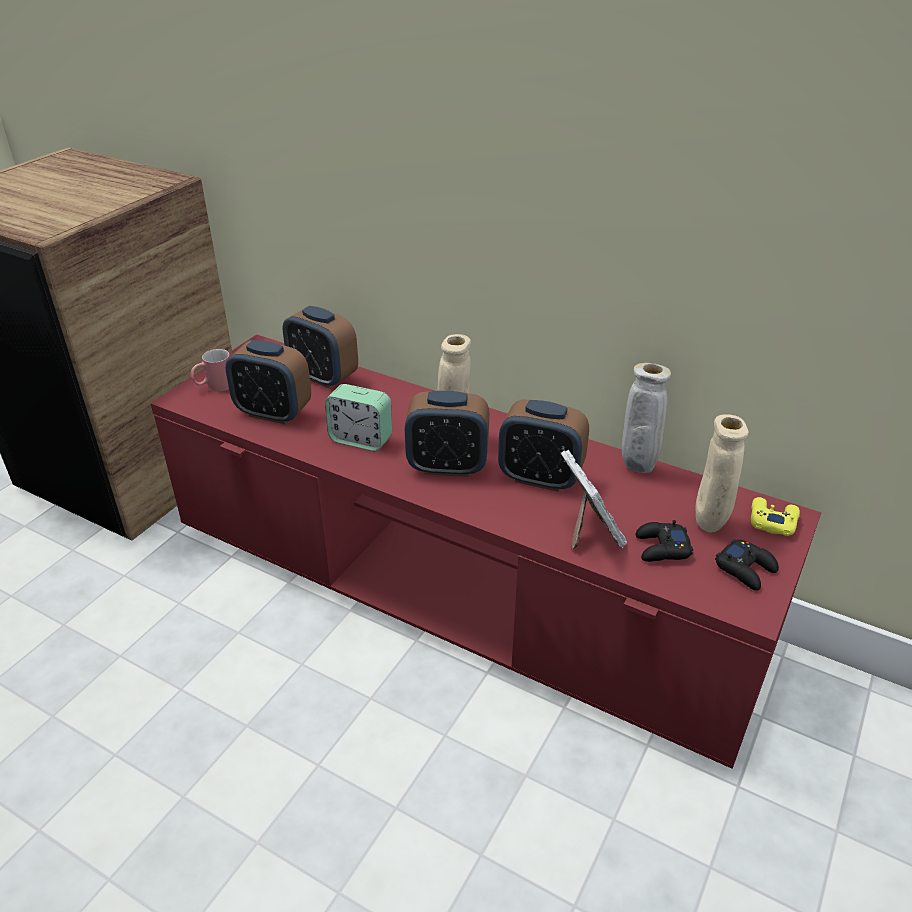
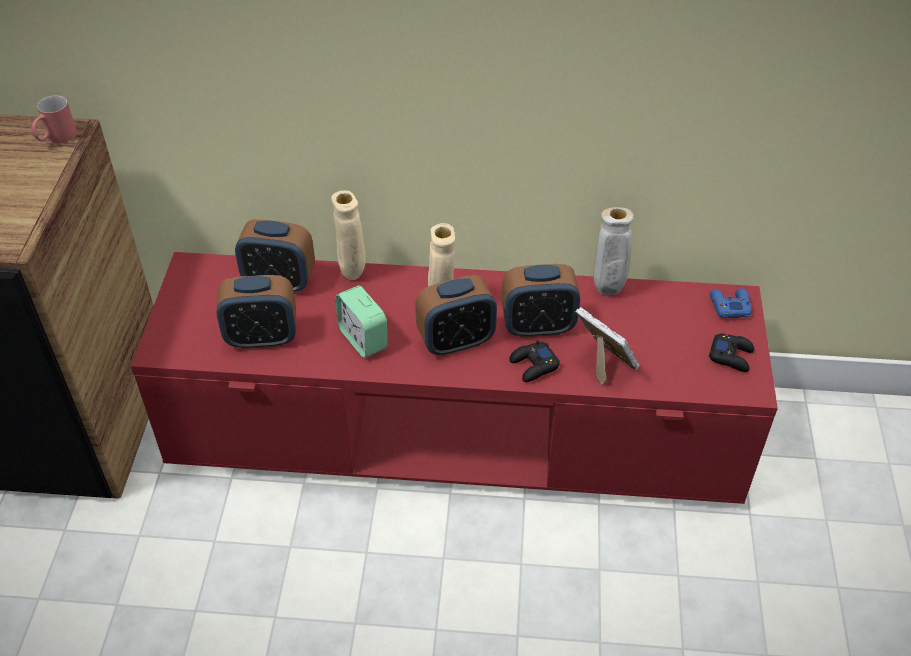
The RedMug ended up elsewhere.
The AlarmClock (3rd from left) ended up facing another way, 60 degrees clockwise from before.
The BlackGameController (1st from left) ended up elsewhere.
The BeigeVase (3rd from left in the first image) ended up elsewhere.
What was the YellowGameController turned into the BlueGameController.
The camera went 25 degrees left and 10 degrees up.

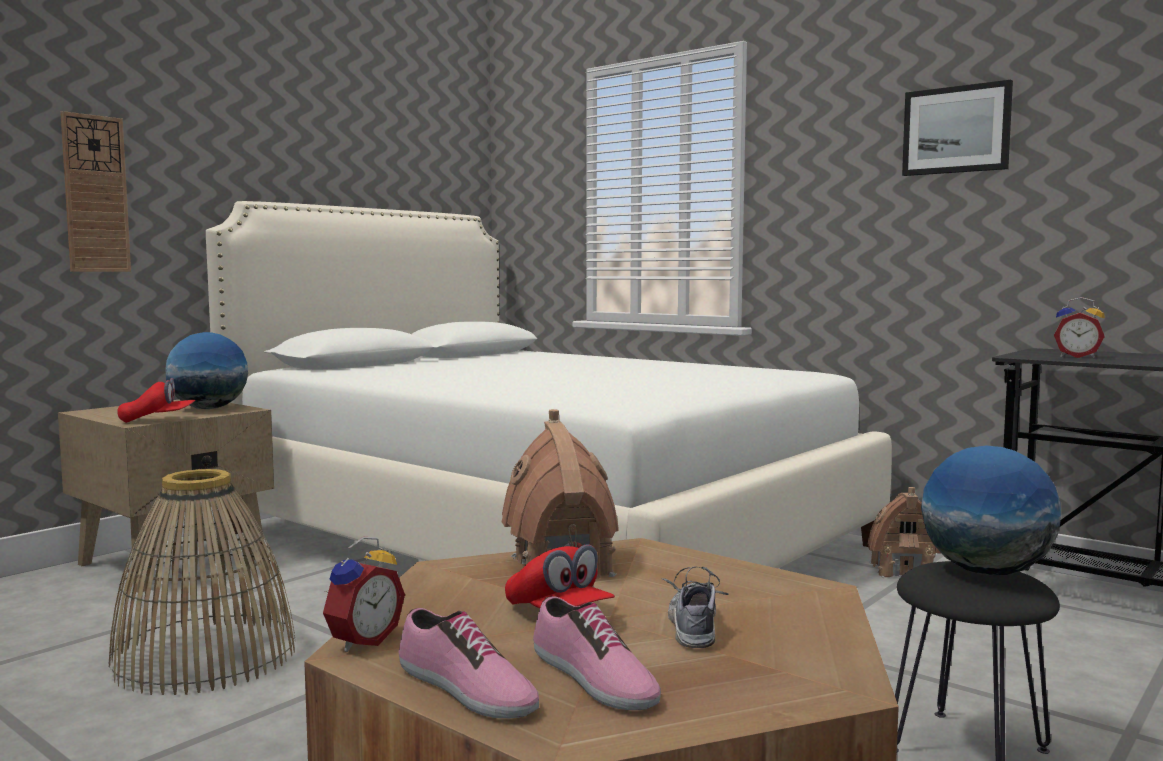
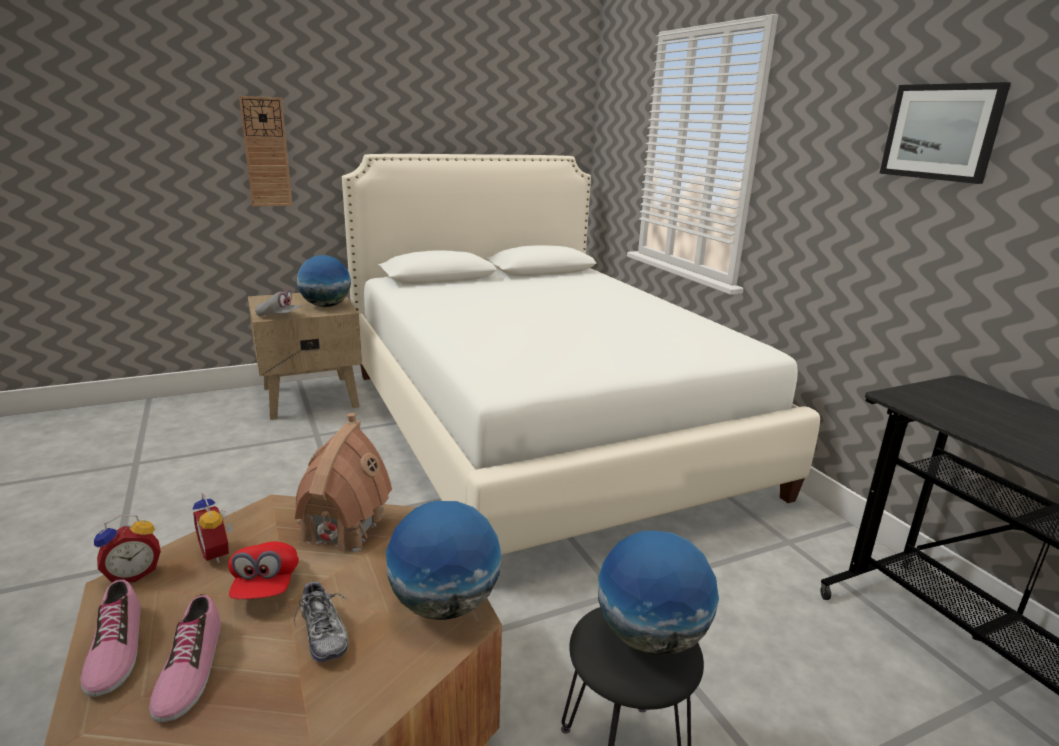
The second view lost the Basket.
What was the RedCap (1st from left) turned into the GreyCap.
The Shoe (3rd from left) ended up facing another way, 120 degrees clockwise from before.
The second view lost the ToyHouse (2nd from left).
The AlarmClock (2nd from left) ended up elsewhere.
The second view gained the Globe (2nd from left).
The camera went 25 degrees right and 15 degrees up.

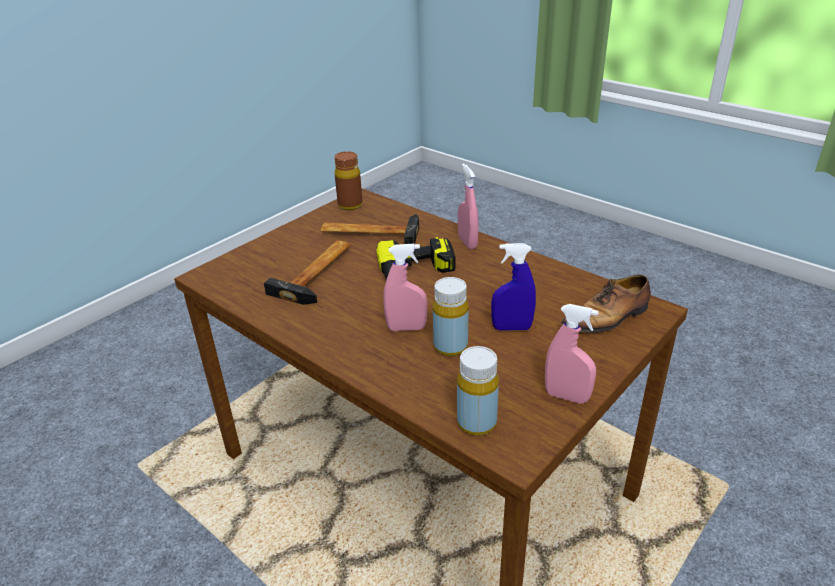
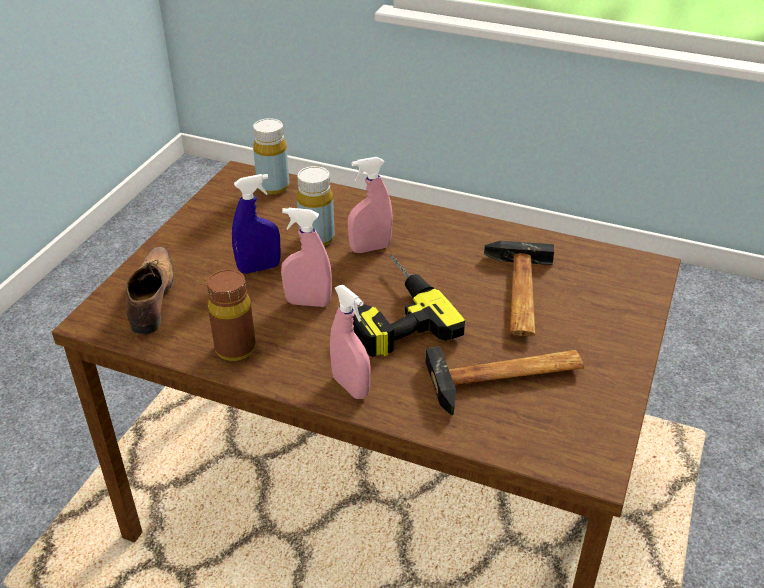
The BrownBottle ended up elsewhere.
The PinkSprayBottle (3rd from left in the first image) ended up elsewhere.
The Shoe ended up facing another way, 45 degrees counterclockwise from before.
The camera went 160 degrees right and 5 degrees up.

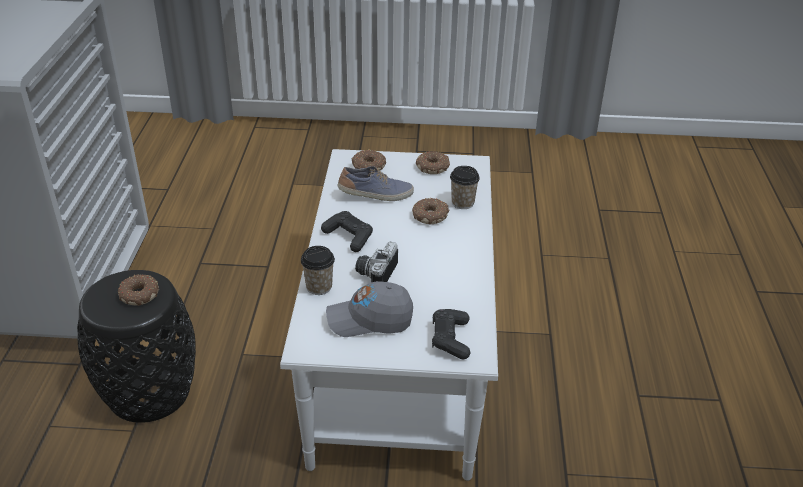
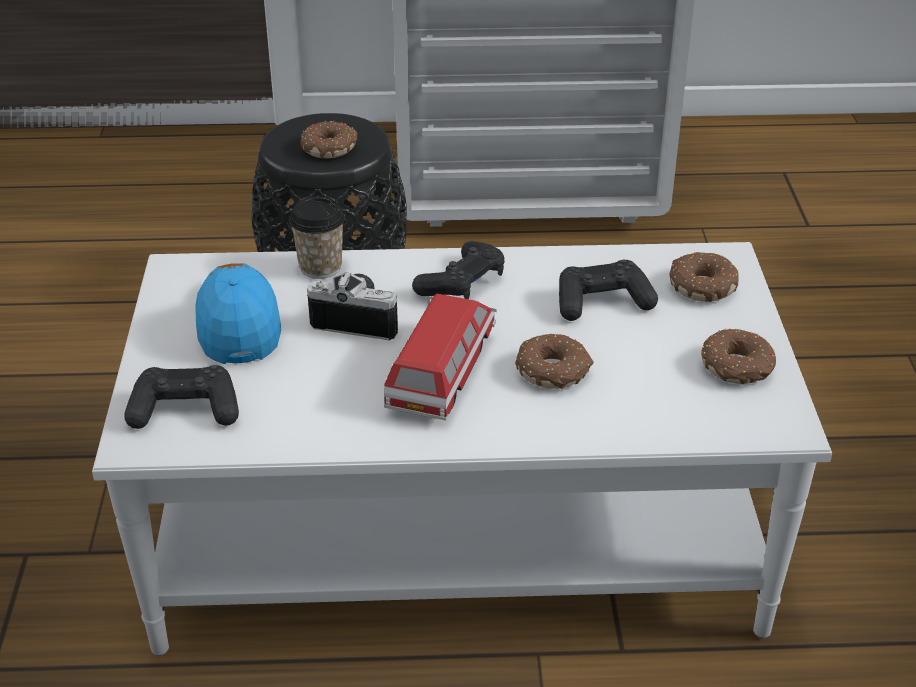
What was the GreyCap turned into the BlueCap.
Where the Shoe stood, the BlackGameController (3rd from left) came to stand.
The second view lost the Cup (2nd from left).
The second view gained the ToyCar.
The camera went 85 degrees right and 0 degrees up.

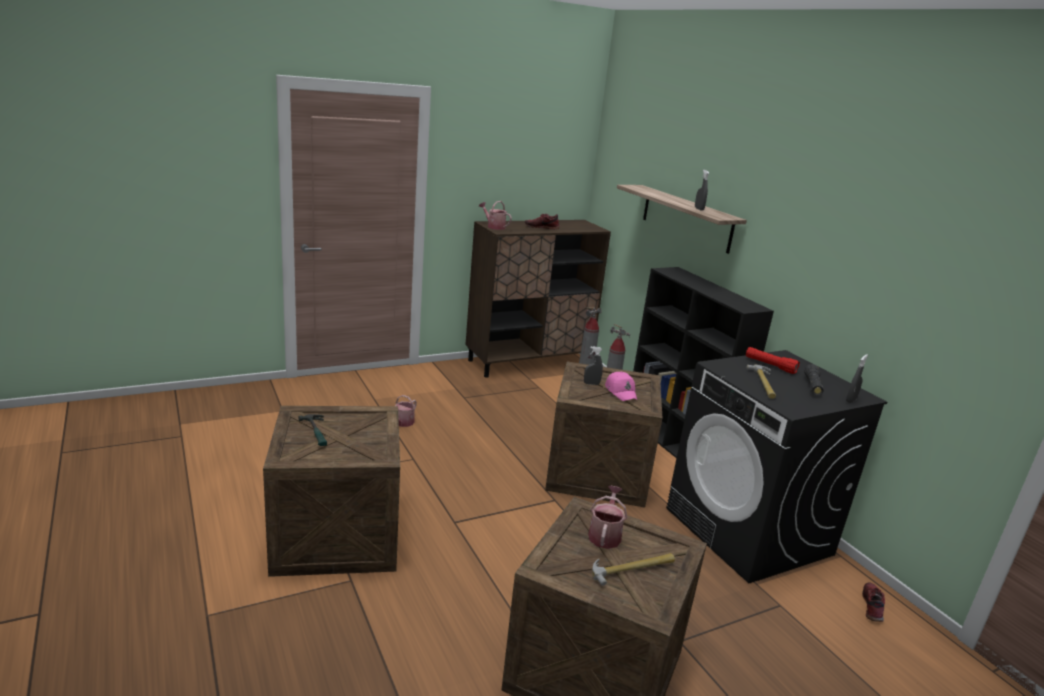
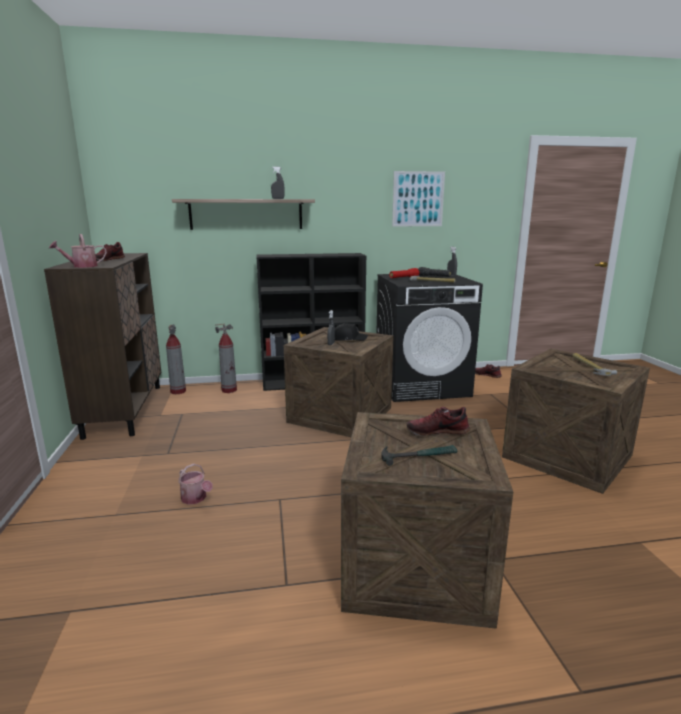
The second view lost the WateringCan (3rd from left).
What was the PinkCap turned into the BlackCap.
The second view gained the Picture.
The second view gained the Shoe (2nd from left).
The camera went 70 degrees left and 5 degrees down.

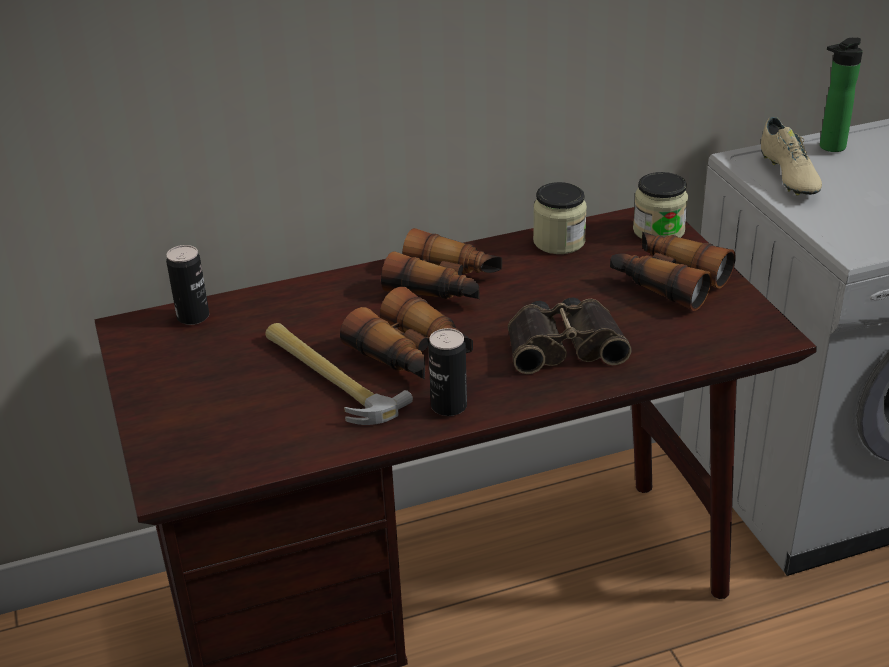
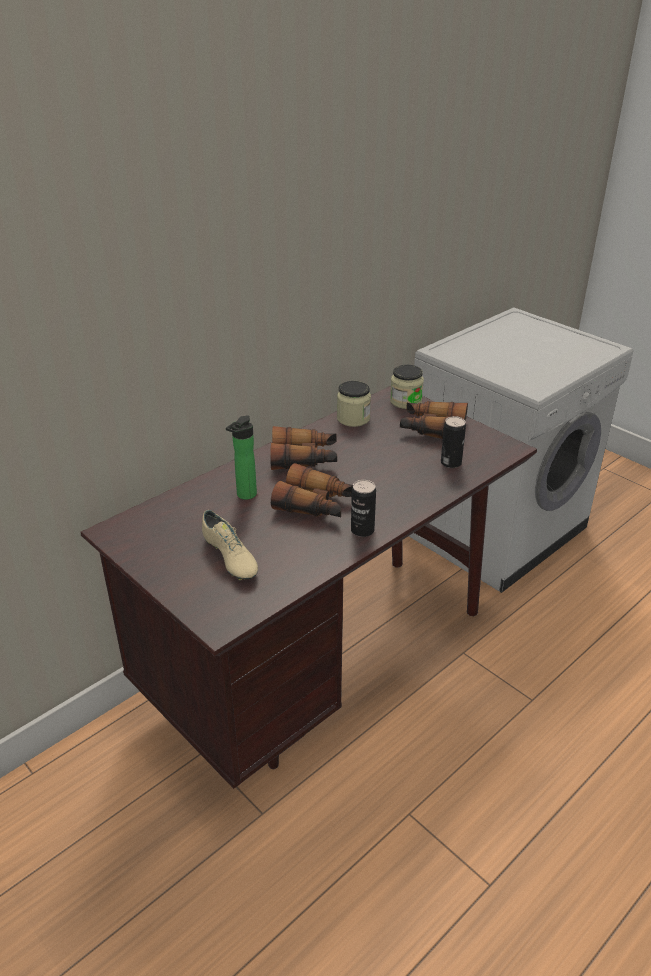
The Can (1st from left in the first image) ended up elsewhere.
The second view lost the Hammer.
The second view lost the Binoculars (3rd from left).
The BeigeShoe ended up elsewhere.
The Bottle ended up elsewhere.
The camera went 25 degrees left and 0 degrees up.

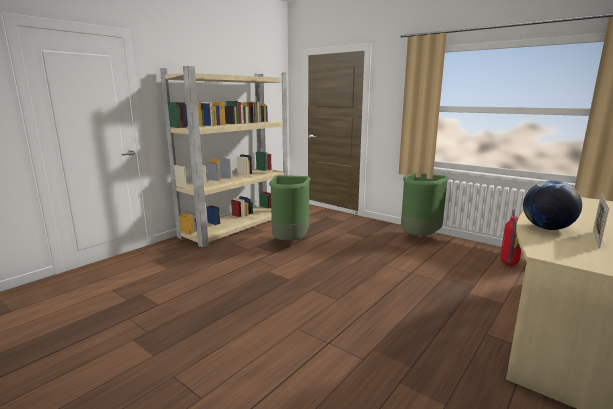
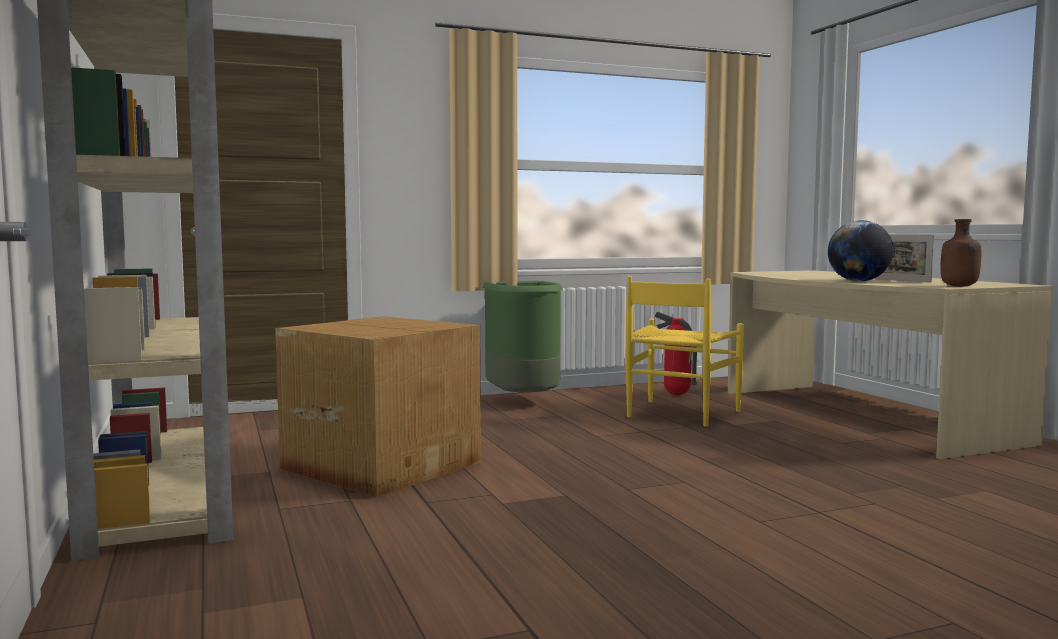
Where the GreenTrashCan (1st from left) stood, the CardboardBox came to stand.
The second view gained the YellowChair.
The second view gained the BrownBottle.
The camera went 60 degrees left and 10 degrees down.

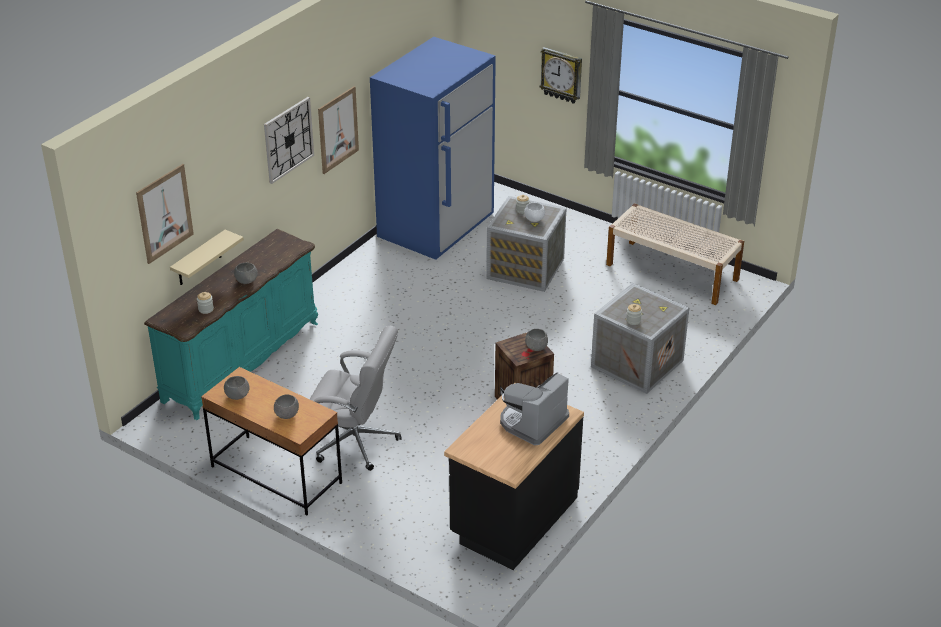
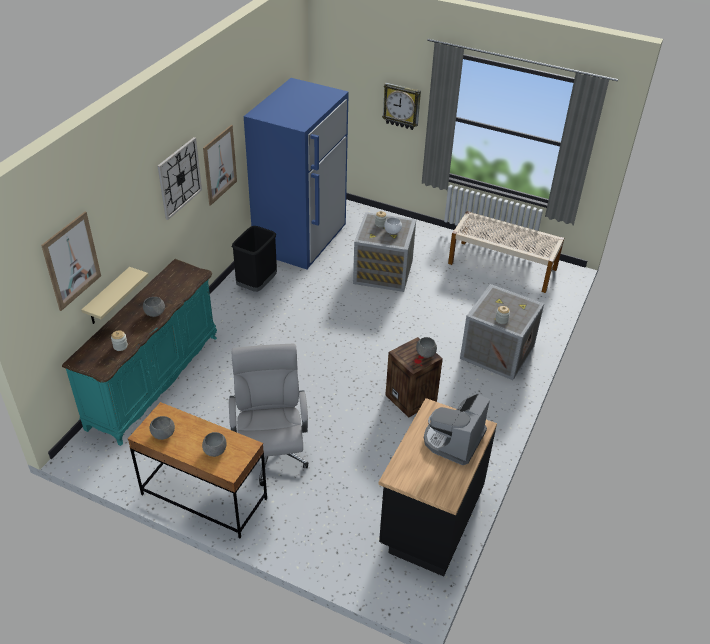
The GreyOfficeChair ended up facing another way, 105 degrees counterclockwise from before.
The second view gained the BlackTrashCan.
The camera went 10 degrees left and 5 degrees up.

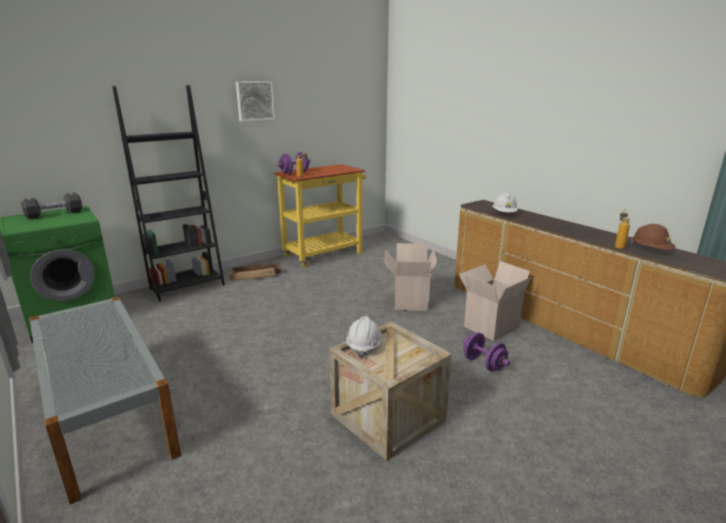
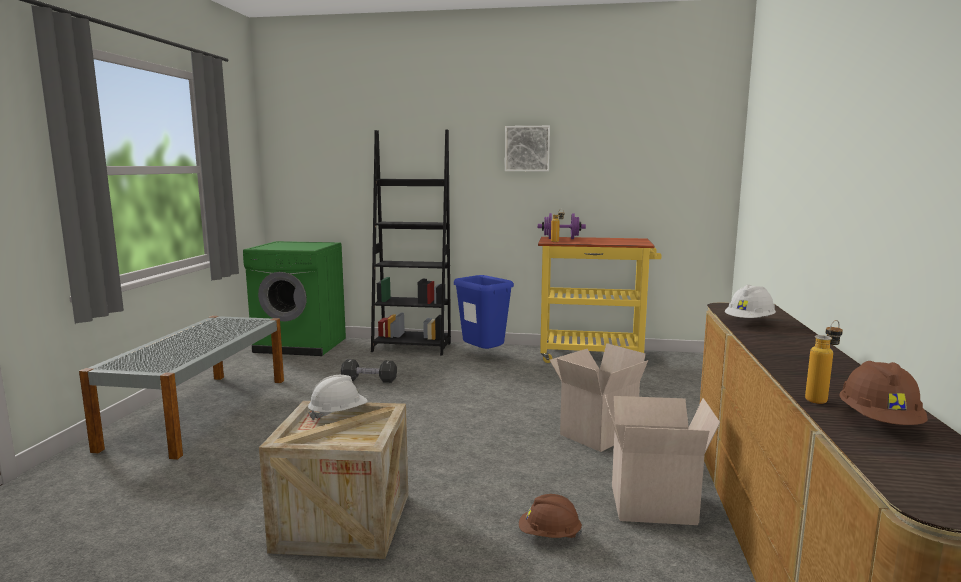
The BlackDumbbell ended up elsewhere.
Where the Crate (1st from left) stood, the BlueTrashCan came to stand.
Where the PurpleDumbbell (2nd from left) stood, the BrownHardHat (1st from left) came to stand.
The camera went 45 degrees right and 10 degrees down.

